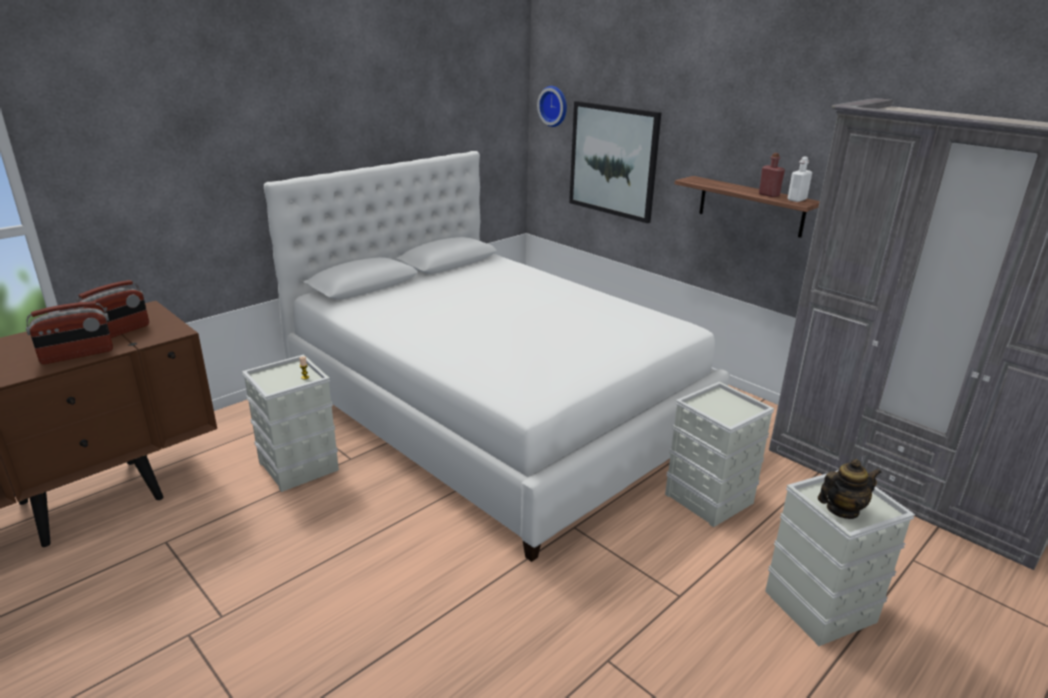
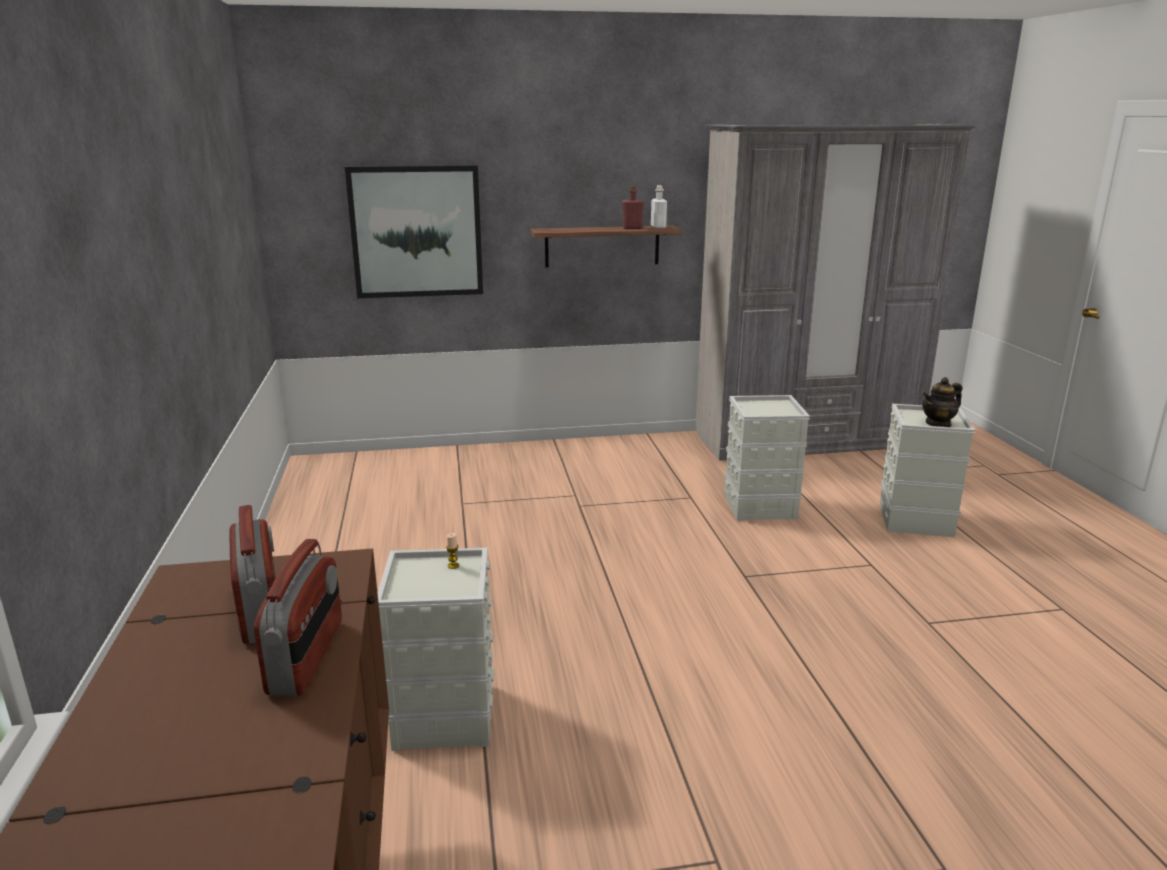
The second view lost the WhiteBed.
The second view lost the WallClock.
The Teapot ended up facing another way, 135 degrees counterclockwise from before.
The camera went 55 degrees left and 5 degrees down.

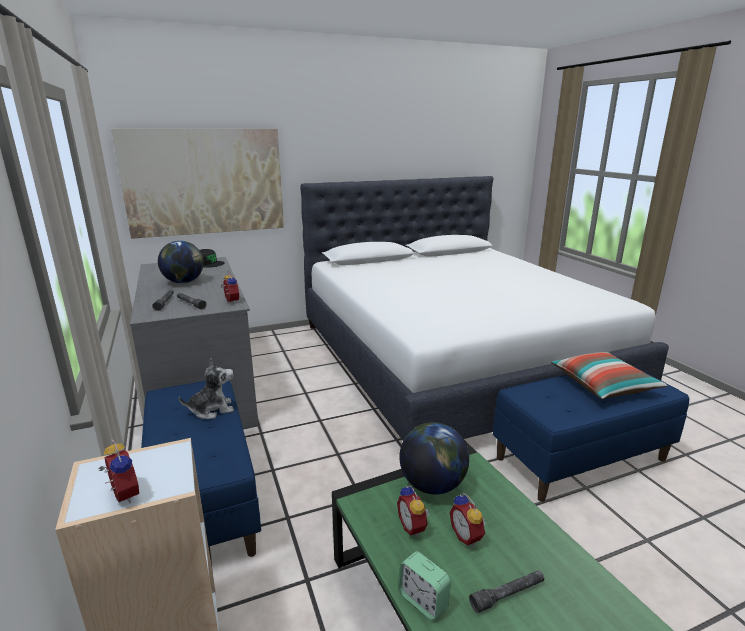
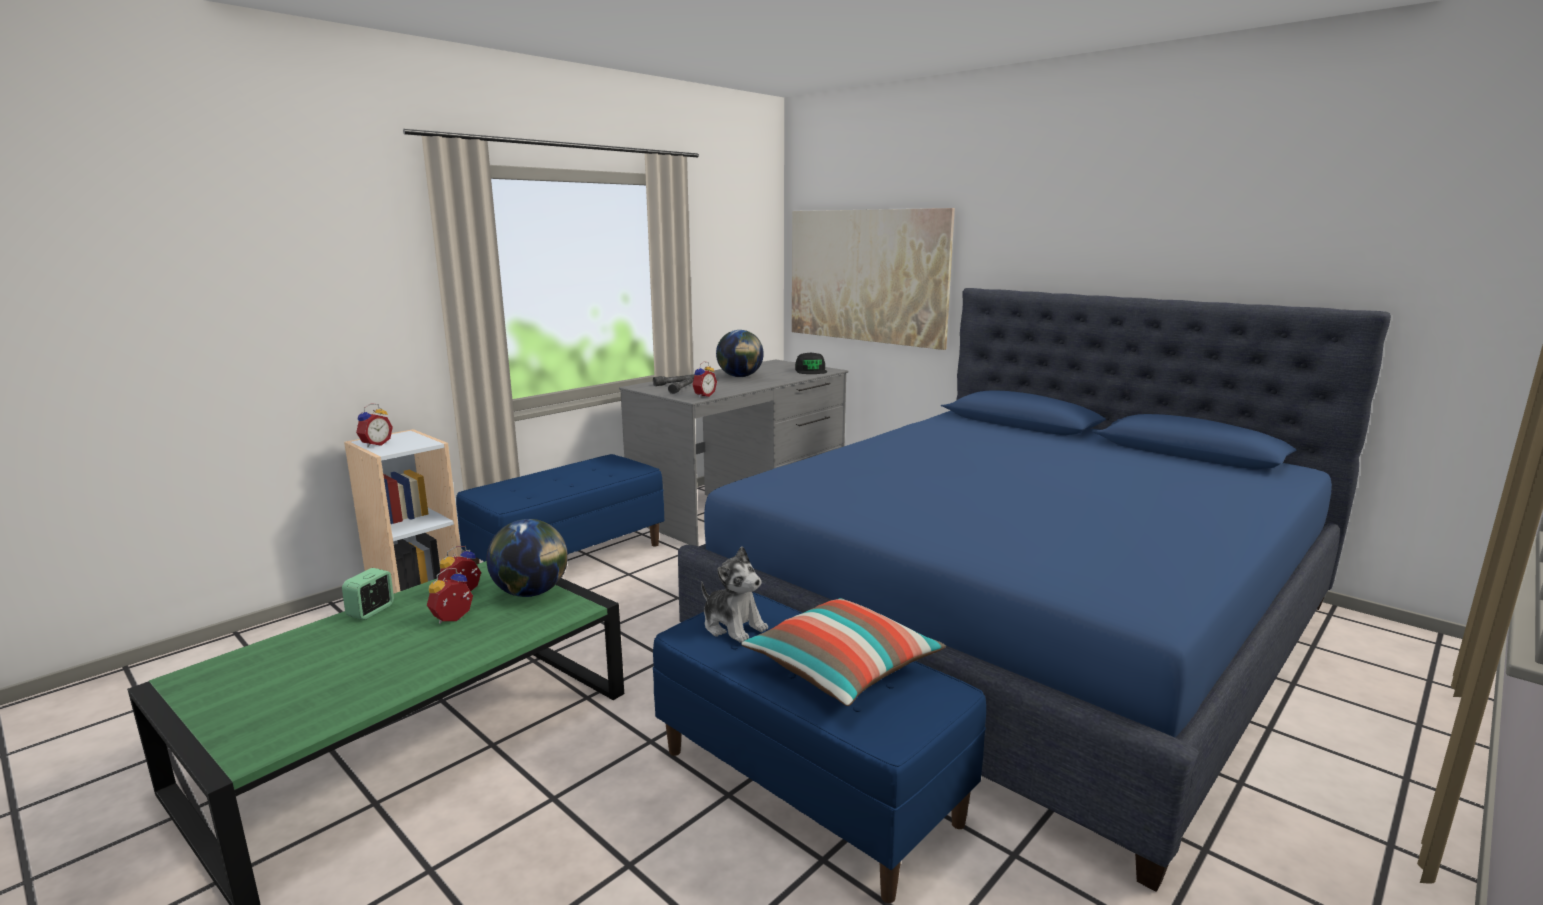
The PlushToy ended up elsewhere.
What was the WhiteBed turned into the BlueBed.
The second view lost the GreyFlashlight (3rd from left).
The camera went 65 degrees right and 5 degrees down.

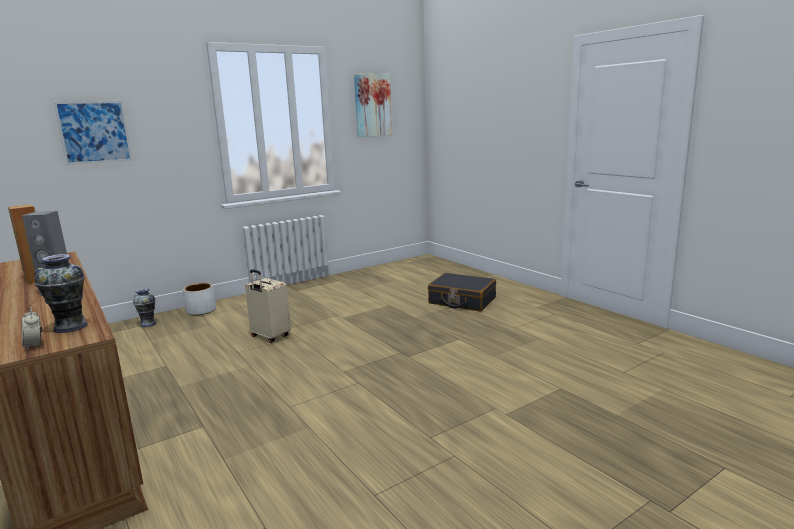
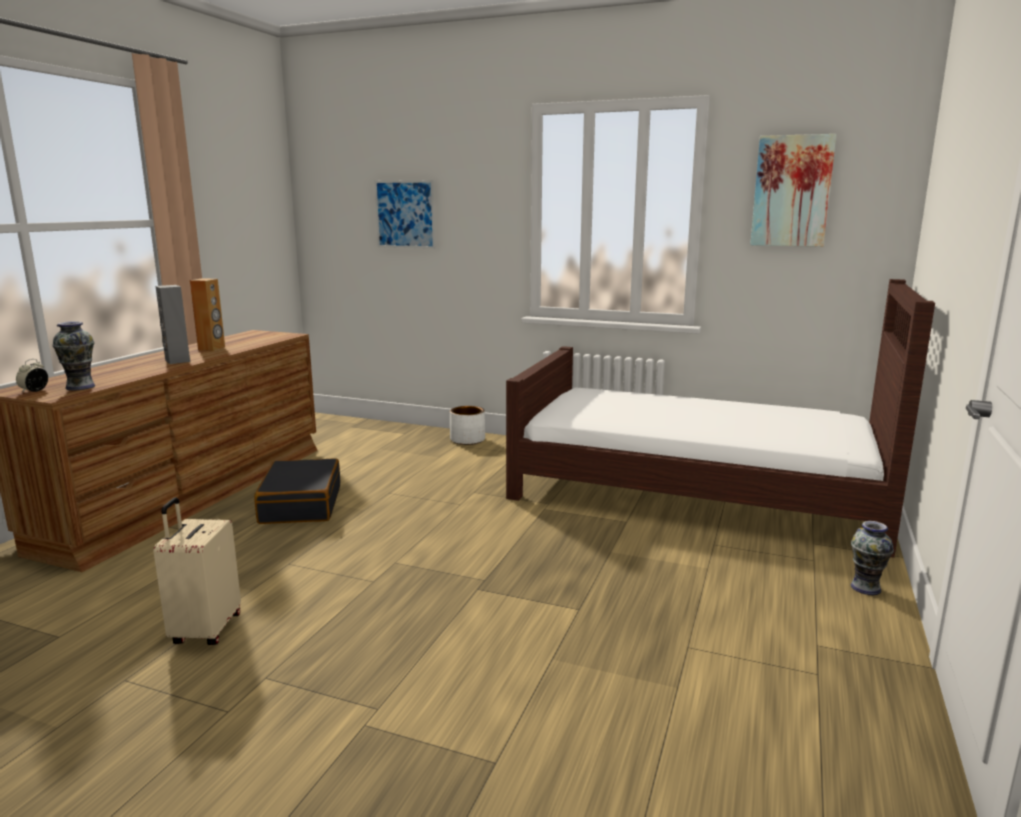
The Vase (2nd from left) ended up elsewhere.
The BeigeSuitcase ended up elsewhere.
The BlackSuitcase ended up elsewhere.
The second view gained the BrownBed.
The camera went 55 degrees right and 0 degrees up.

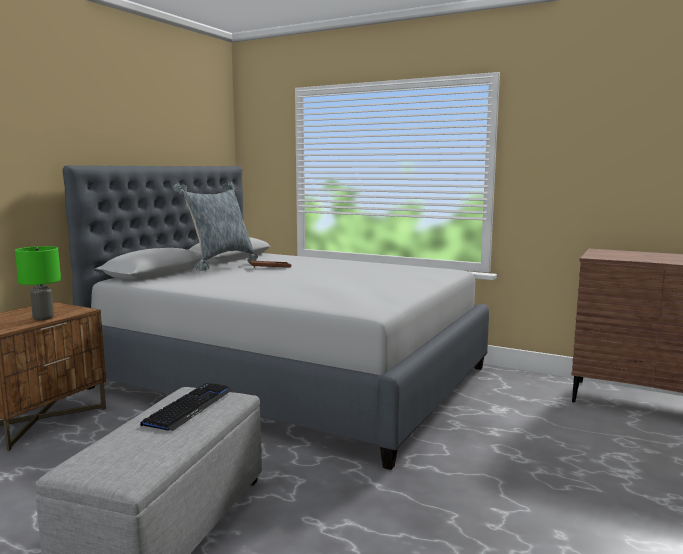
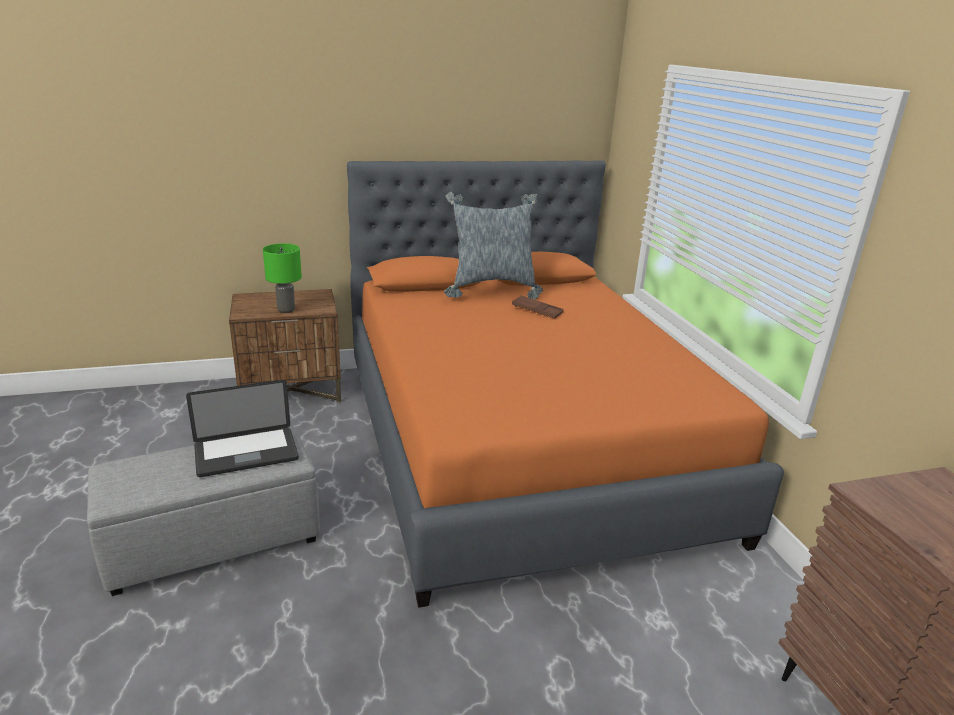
What was the GreyBed turned into the OrangeBed.
Where the Keyboard stood, the Laptop came to stand.
The camera went 45 degrees right and 15 degrees up.

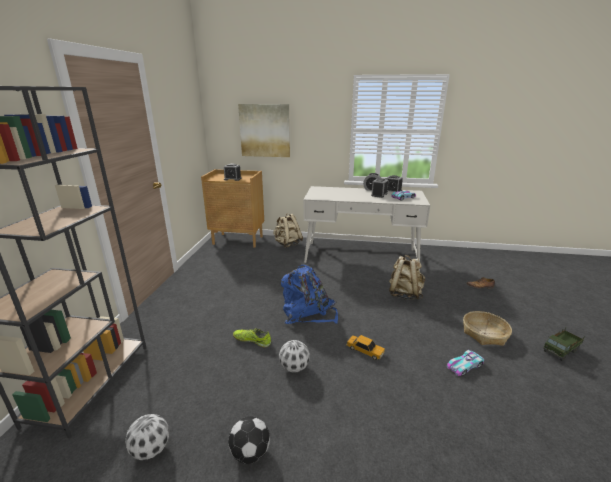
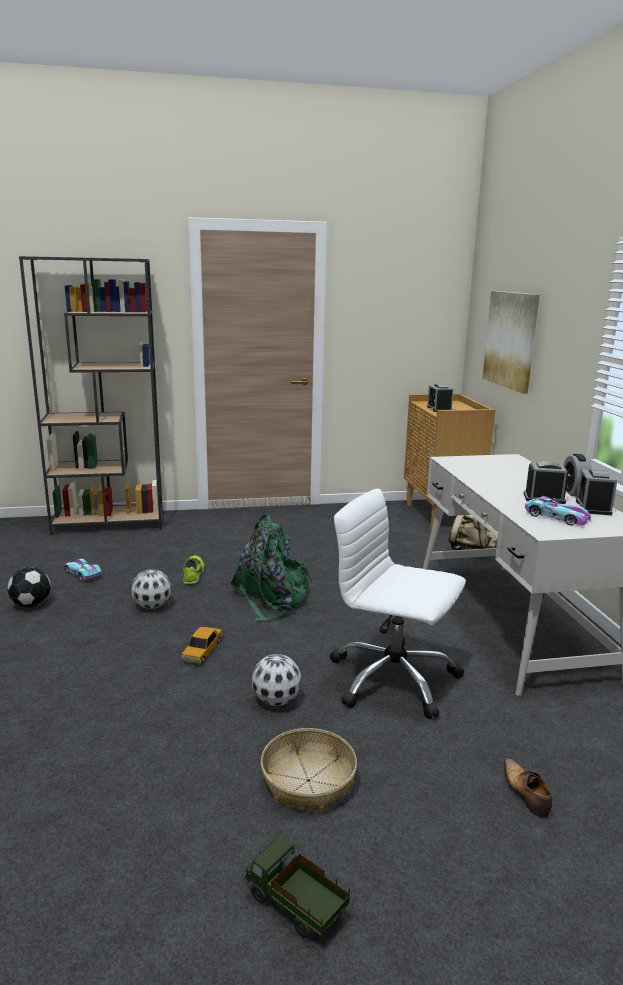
The Football (1st from left in the first image) ended up elsewhere.
What was the BlueBackpack turned into the GreenBackpack.
Where the BeigeBackpack (2nd from left) stood, the WhiteOfficeChair came to stand.
The ToyCar (3rd from left in the first image) ended up elsewhere.
The camera went 70 degrees right and 5 degrees down.

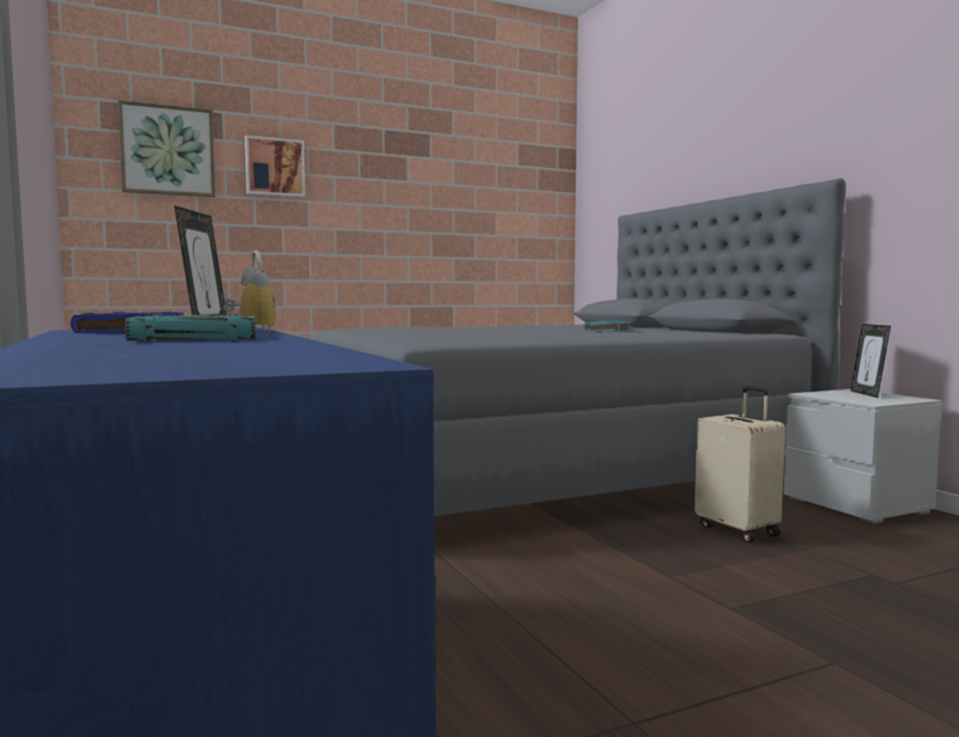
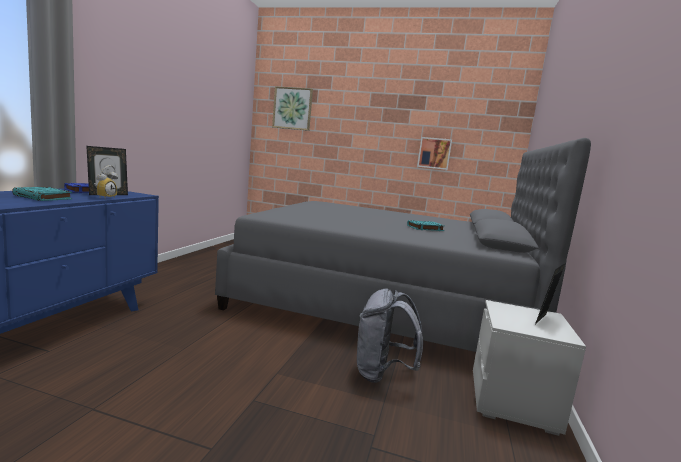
The Picture (2nd from left) ended up elsewhere.
Where the BeigeSuitcase stood, the GreyBackpack came to stand.
The camera went 40 degrees right and 5 degrees up.

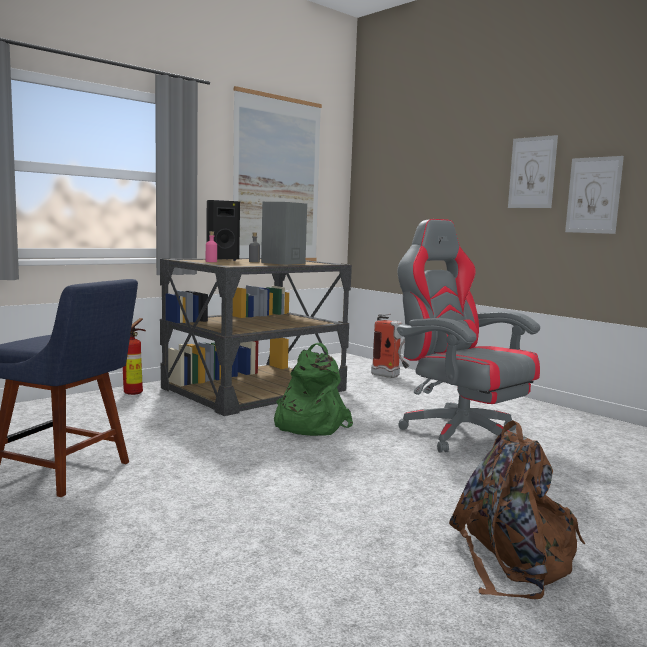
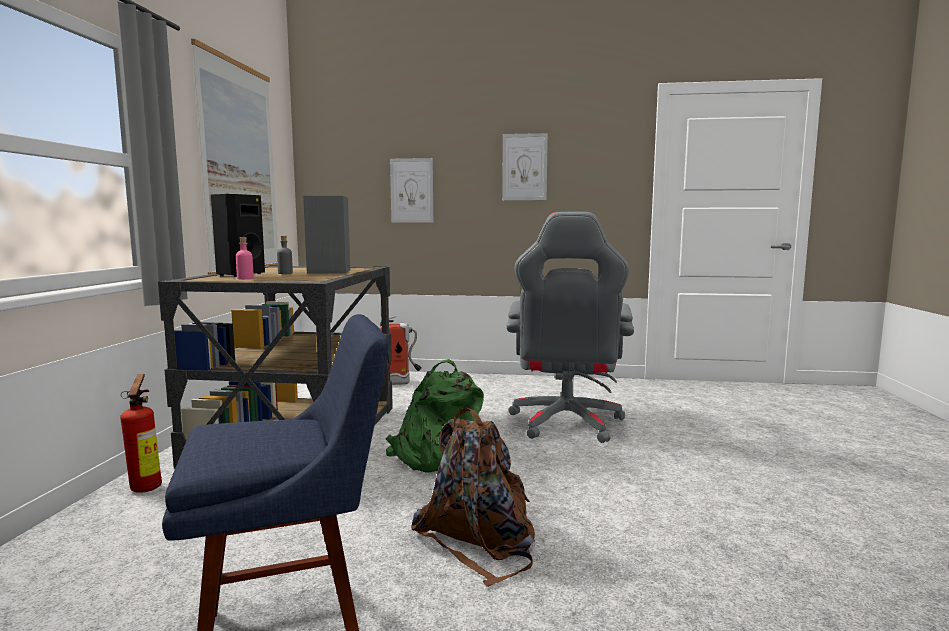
The GreyOfficeChair ended up facing another way, 90 degrees counterclockwise from before.
The BrownBackpack ended up elsewhere.
The Picture (3rd from left in the first image) ended up elsewhere.
The camera went 40 degrees left and 0 degrees up.

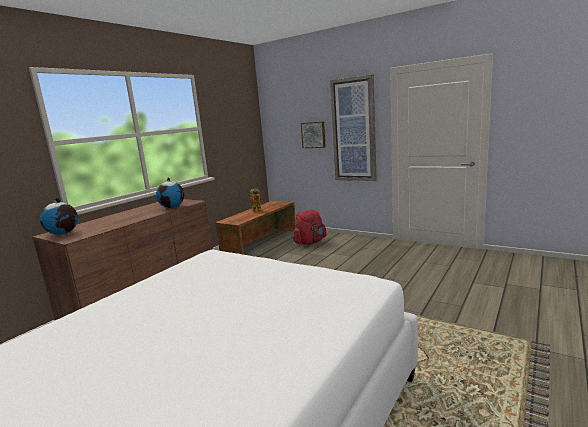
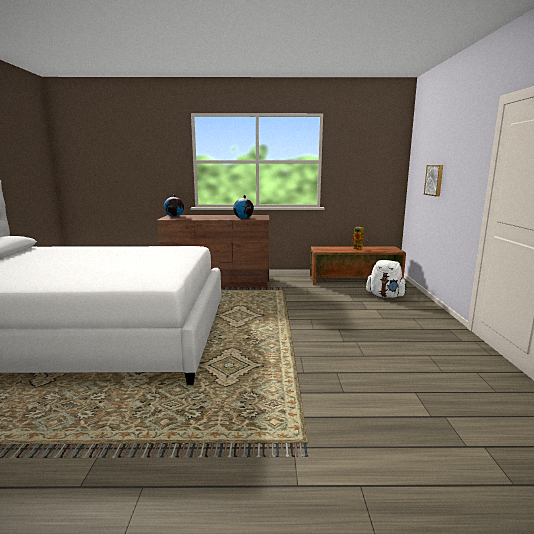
What was the RedBackpack turned into the WhiteBackpack.
The second view lost the Picture (2nd from left).
The camera went 55 degrees right and 0 degrees up.

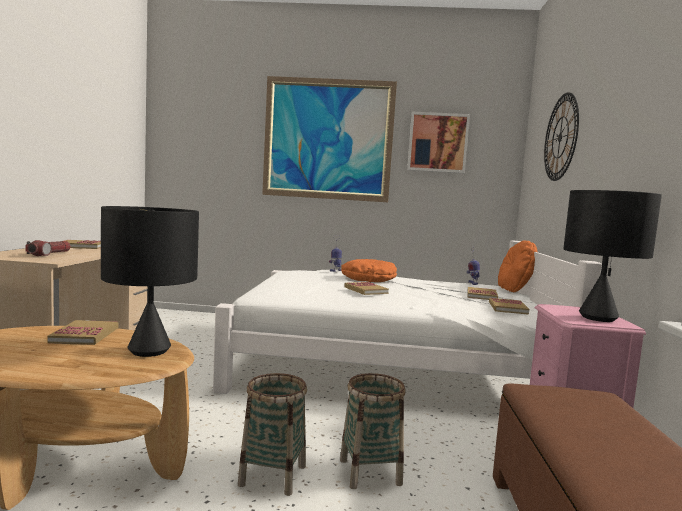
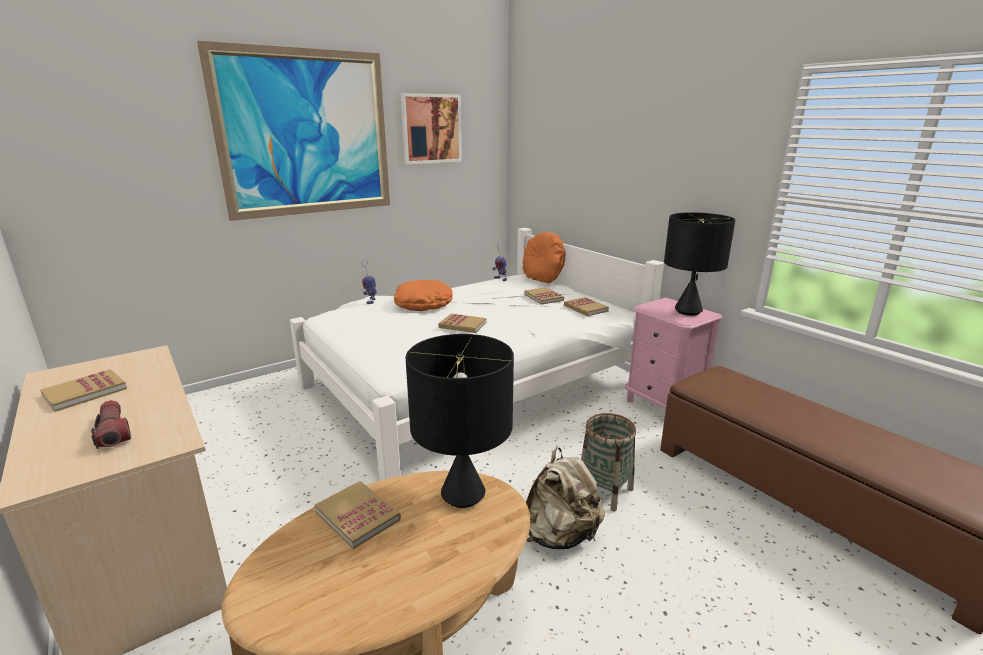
Where the Basket (1st from left) stood, the BeigeBackpack came to stand.
The second view lost the WallClock.
The camera went 40 degrees left and 15 degrees up.

